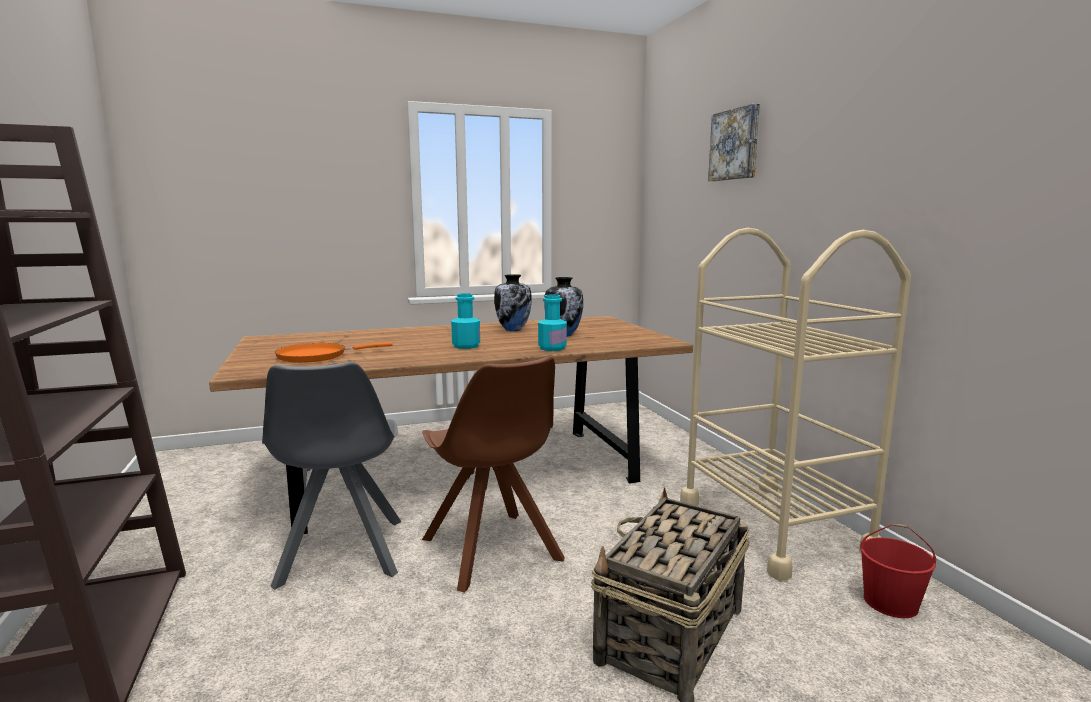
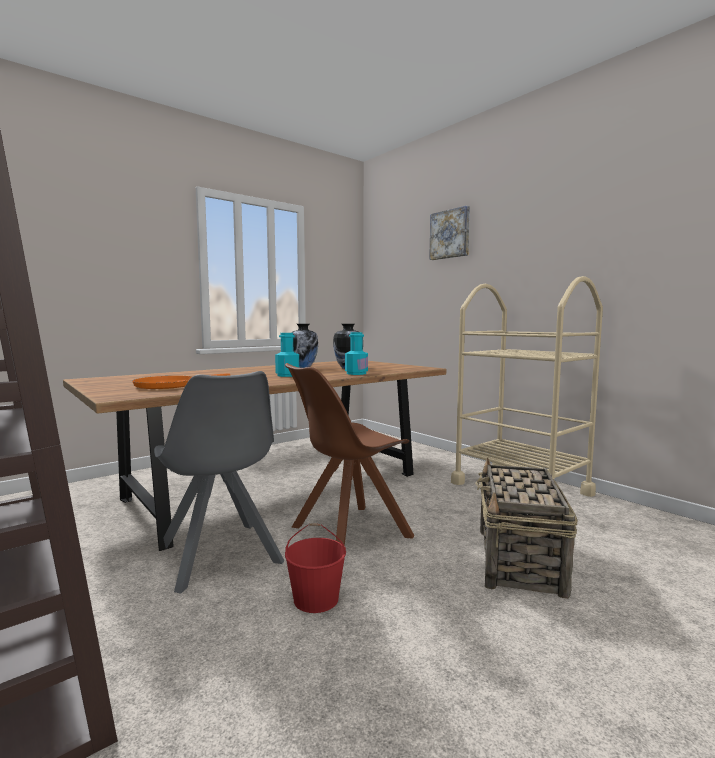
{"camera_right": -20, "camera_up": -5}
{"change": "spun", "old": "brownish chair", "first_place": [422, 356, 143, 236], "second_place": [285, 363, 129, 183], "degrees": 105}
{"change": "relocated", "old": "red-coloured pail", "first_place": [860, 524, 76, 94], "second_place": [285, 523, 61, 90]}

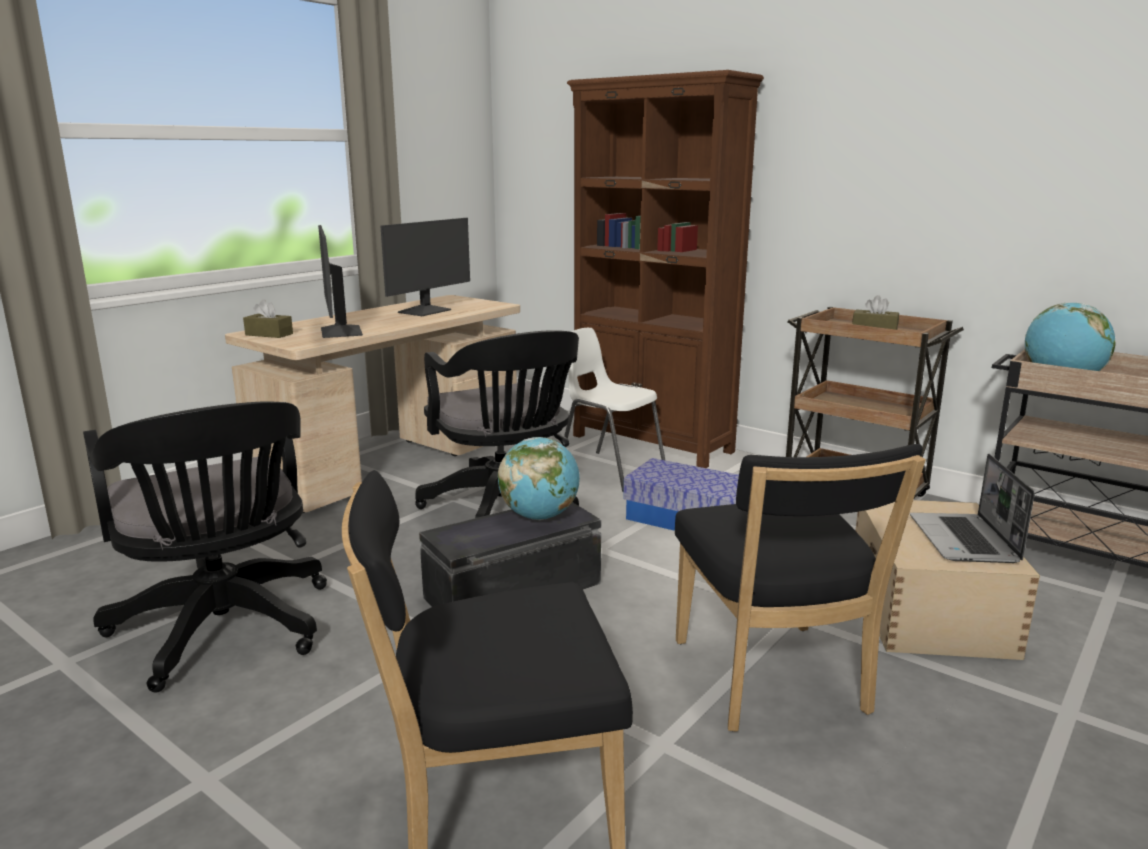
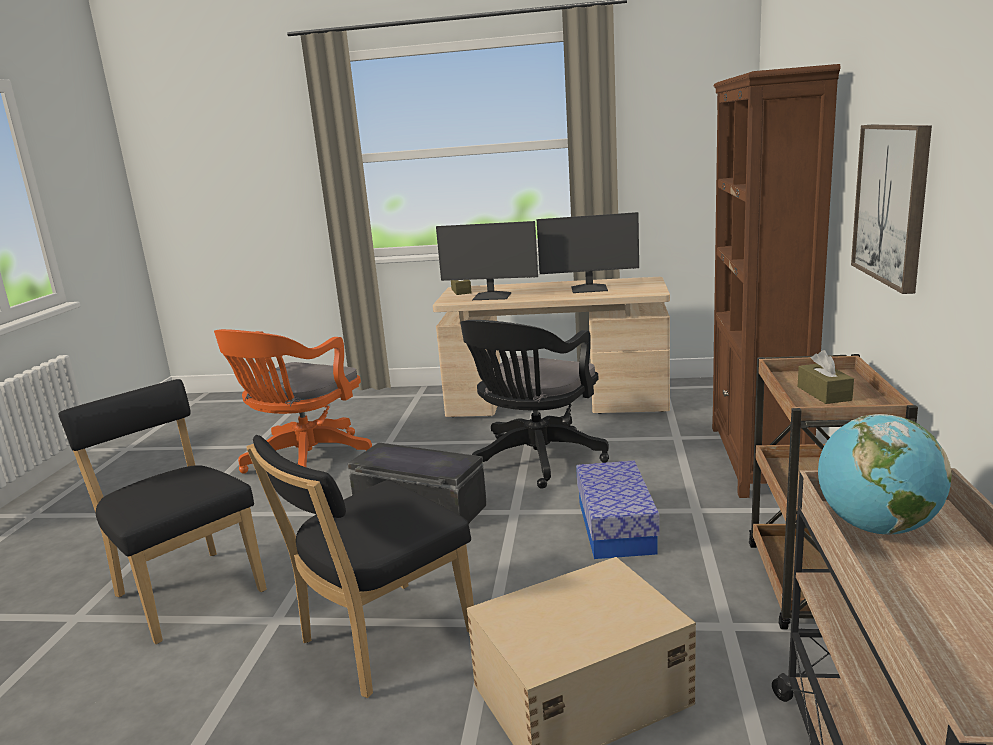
{"camera_right": 60, "camera_up": 0}
{"change": "colour", "old": "blackish computer chair", "new": "orange-coloured computer chair", "first_place": [83, 401, 244, 292], "second_place": [214, 329, 158, 145]}
{"change": "spun", "old": "monitor", "first_place": [318, 225, 45, 113], "second_place": [436, 221, 102, 79], "degrees": -120}
{"change": "missing", "old": "globe", "first_place": [498, 437, 82, 83]}
{"change": "missing", "old": "whitish chair", "first_place": [564, 328, 102, 164]}
{"change": "missing", "old": "portable computer", "first_place": [910, 454, 125, 109]}
{"change": "appeared", "new": "wall picture", "second_place": [851, 125, 81, 169]}

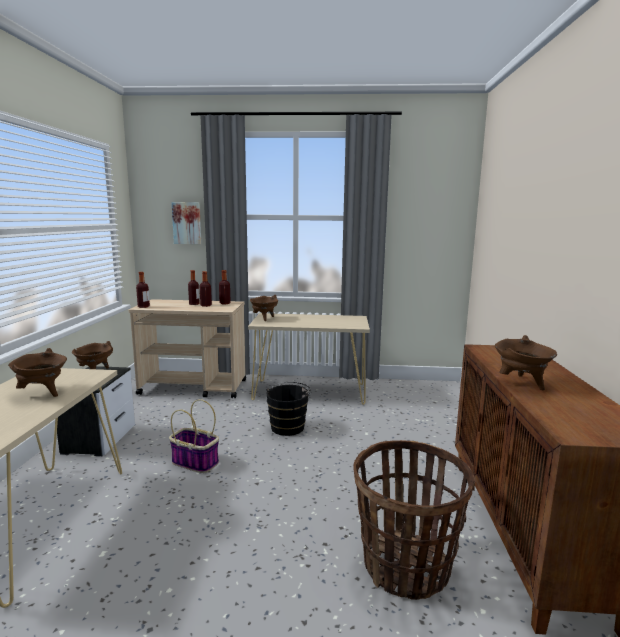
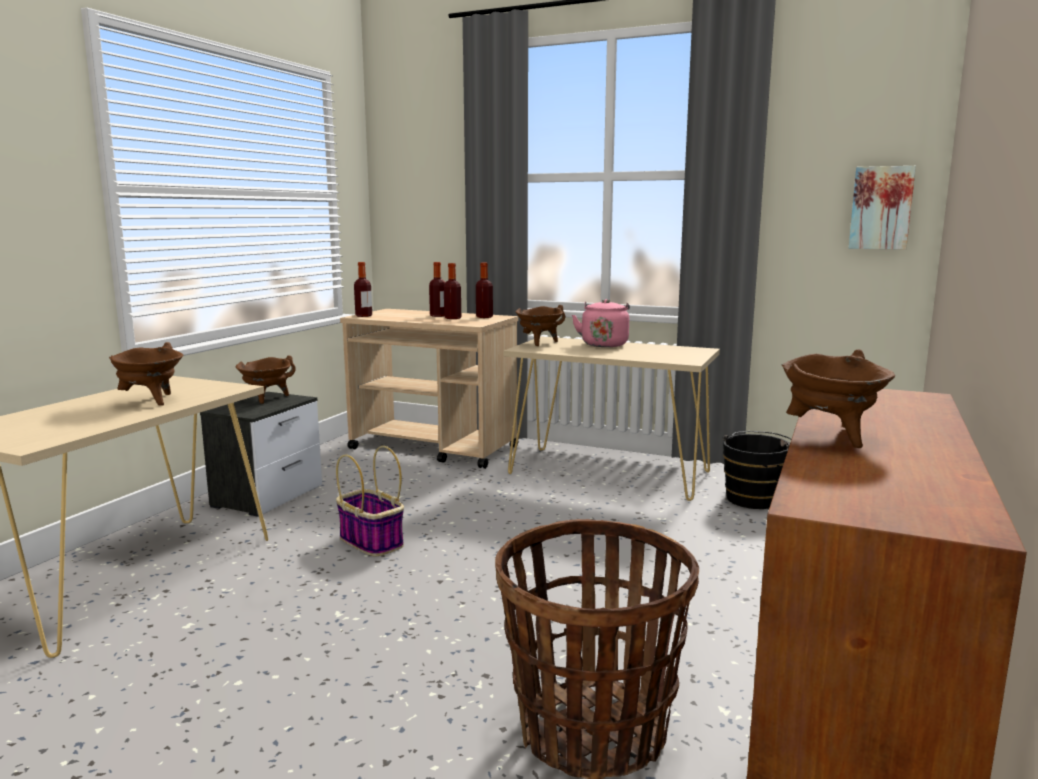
{"camera_right": 20, "camera_up": 0}
{"change": "relocated", "old": "wall picture", "first_place": [172, 202, 29, 42], "second_place": [849, 166, 67, 84]}
{"change": "relocated", "old": "blackish pail", "first_place": [266, 382, 45, 54], "second_place": [722, 431, 69, 78]}
{"change": "appeared", "new": "pinkish tea kettle", "second_place": [572, 299, 58, 48]}

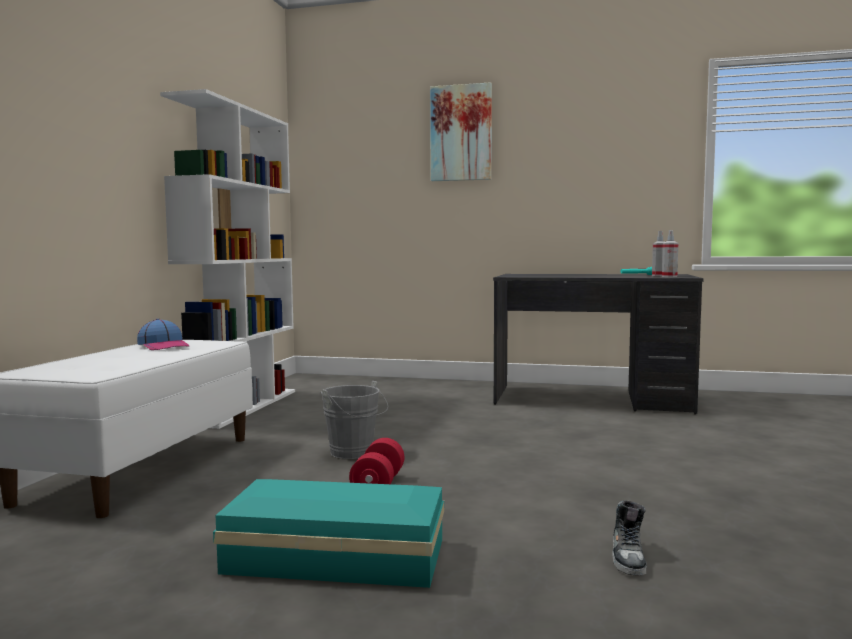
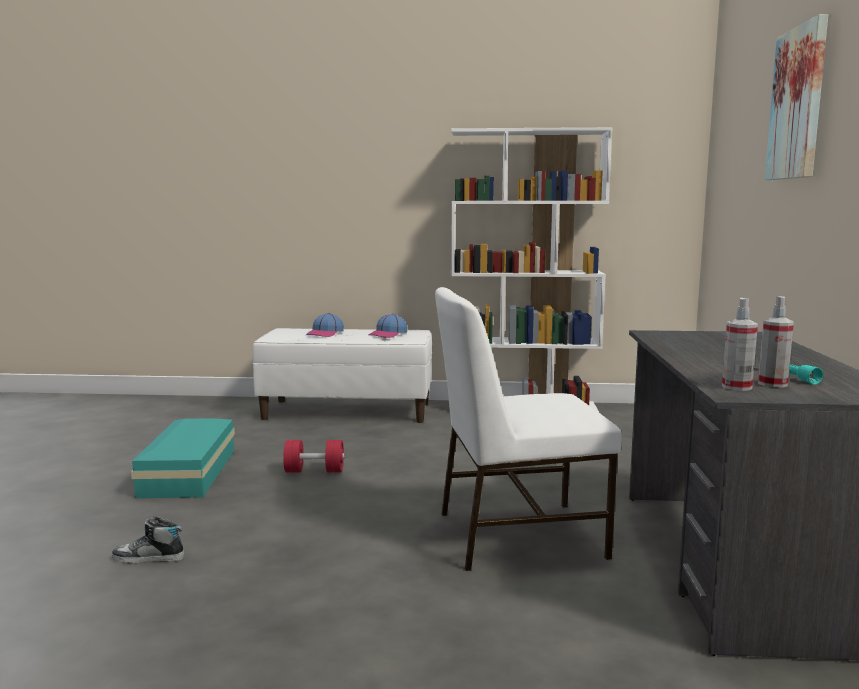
{"camera_right": 80, "camera_up": 5}
{"change": "missing", "old": "greyish pail", "first_place": [321, 381, 67, 78]}
{"change": "appeared", "new": "baseball cap", "second_place": [306, 313, 38, 24]}
{"change": "appeared", "new": "whitish chair", "second_place": [435, 287, 187, 284]}

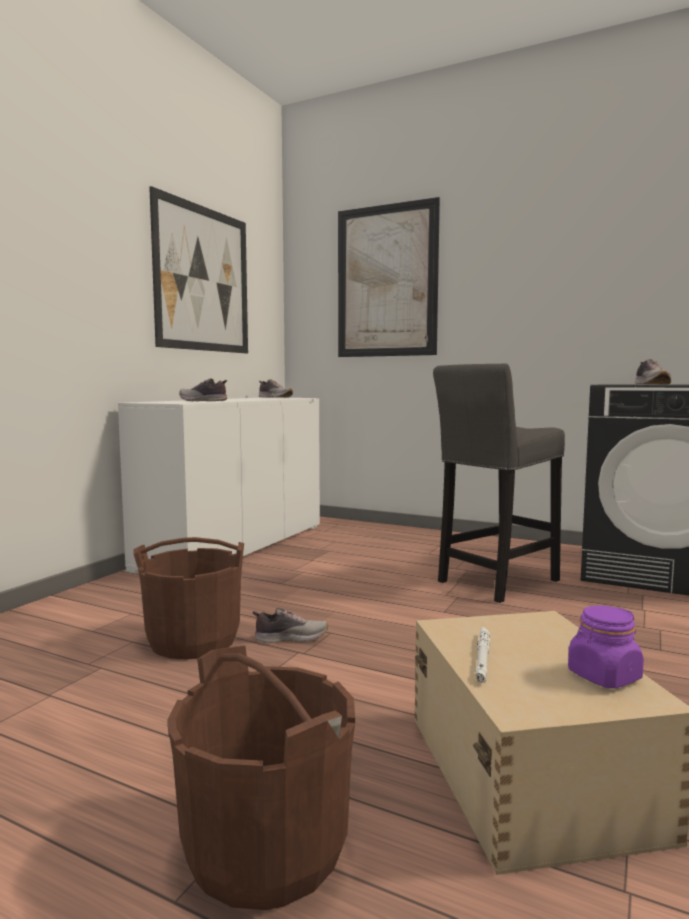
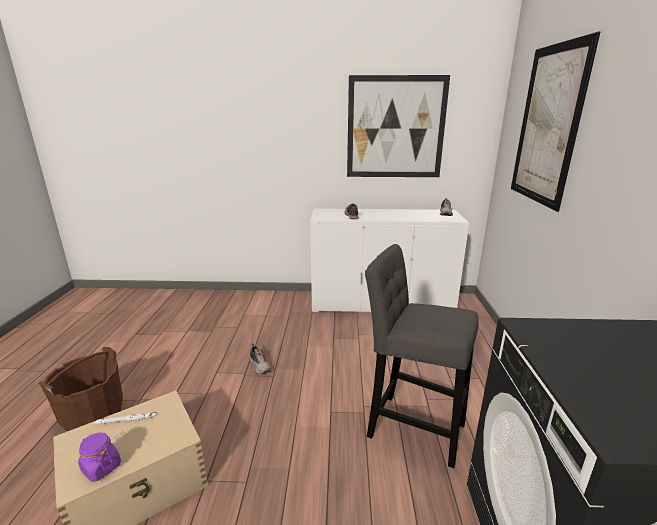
{"camera_right": 65, "camera_up": 15}
{"change": "missing", "old": "brownish pail", "first_place": [133, 537, 111, 122]}
{"change": "missing", "old": "shoe", "first_place": [635, 359, 37, 25]}

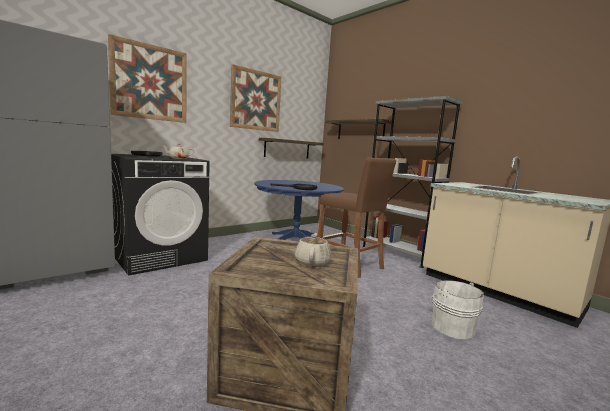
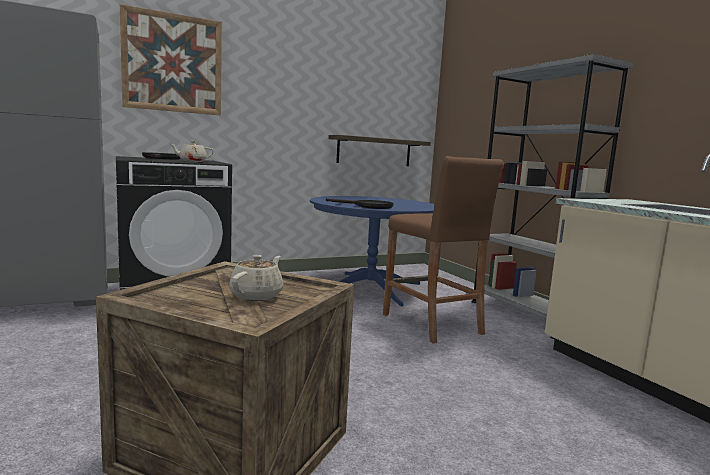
{"camera_right": 15, "camera_up": 0}
{"change": "missing", "old": "wall picture", "first_place": [230, 64, 51, 68]}
{"change": "missing", "old": "wall shelf", "first_place": [325, 119, 67, 20]}
{"change": "missing", "old": "whitish pail", "first_place": [428, 280, 56, 59]}

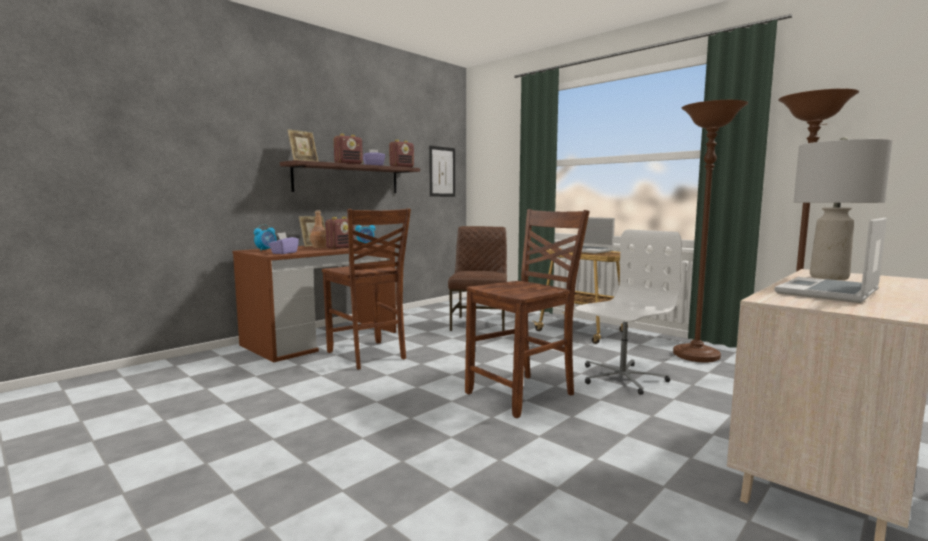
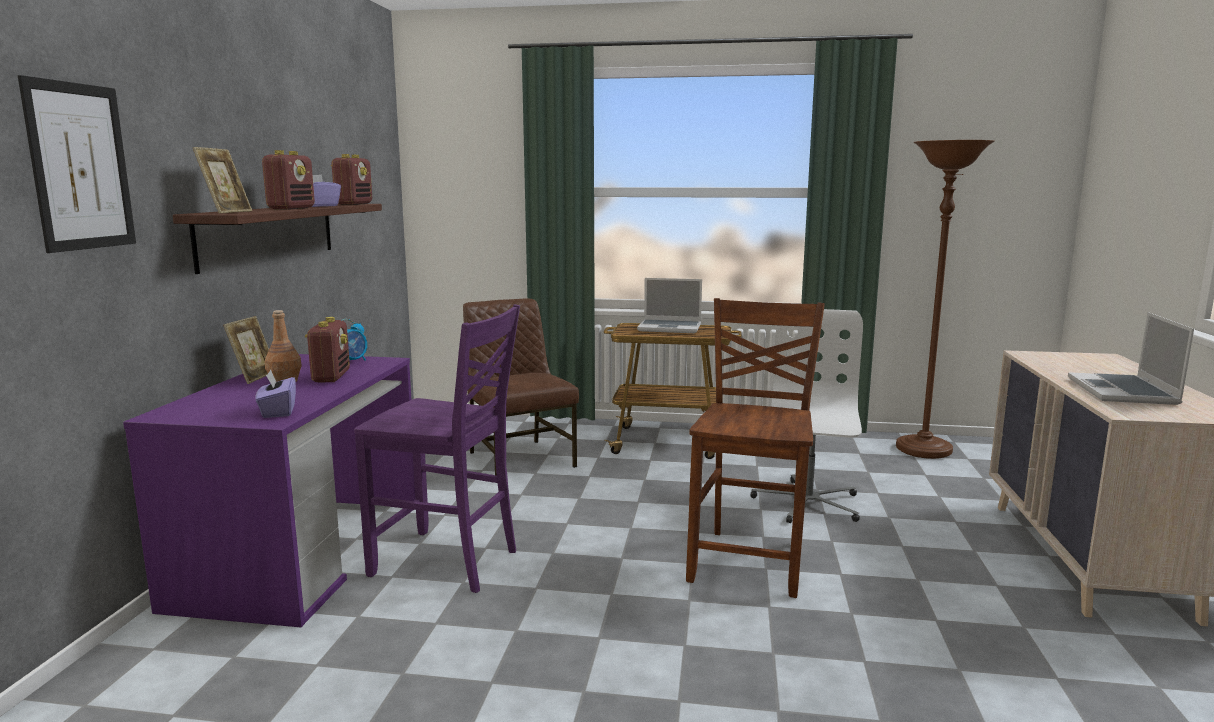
{"camera_right": -35, "camera_up": 5}
{"change": "colour", "old": "brownish desk table", "new": "purple desk table", "first_place": [232, 244, 164, 119], "second_place": [123, 354, 292, 273]}
{"change": "missing", "old": "bedside clock", "first_place": [254, 224, 23, 27]}
{"change": "colour", "old": "brownish chair", "new": "purple chair", "first_place": [322, 208, 89, 161], "second_place": [354, 304, 166, 289]}
{"change": "relocated", "old": "wall picture", "first_place": [429, 146, 26, 51], "second_place": [18, 75, 118, 178]}
{"change": "missing", "old": "brownish standard lamp", "first_place": [673, 100, 75, 263]}
{"change": "missing", "old": "greyish lamp for a table", "first_place": [794, 137, 99, 143]}

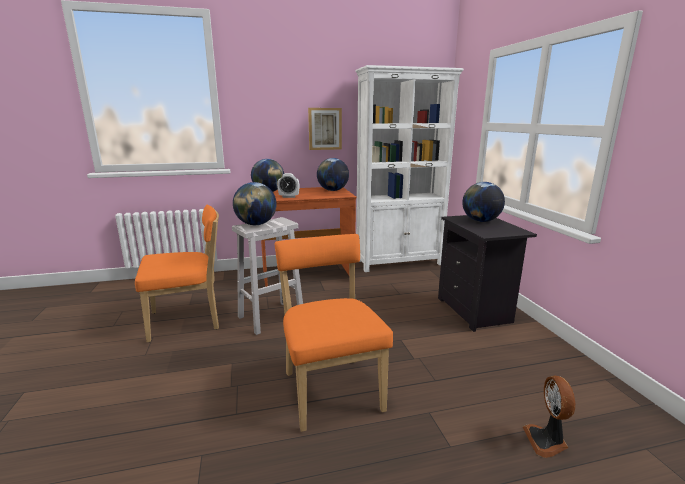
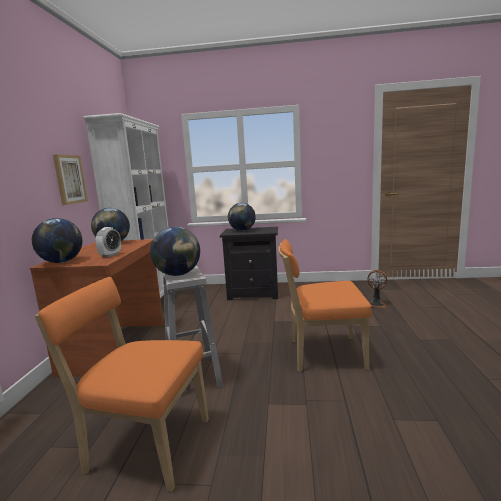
{"camera_right": -70, "camera_up": -5}
{"change": "spun", "old": "orange-coloured chair", "first_place": [135, 205, 84, 137], "second_place": [35, 277, 174, 215], "degrees": -75}

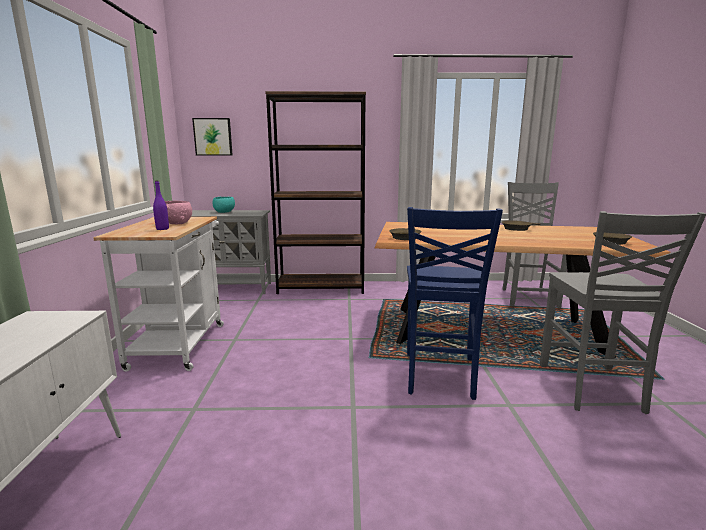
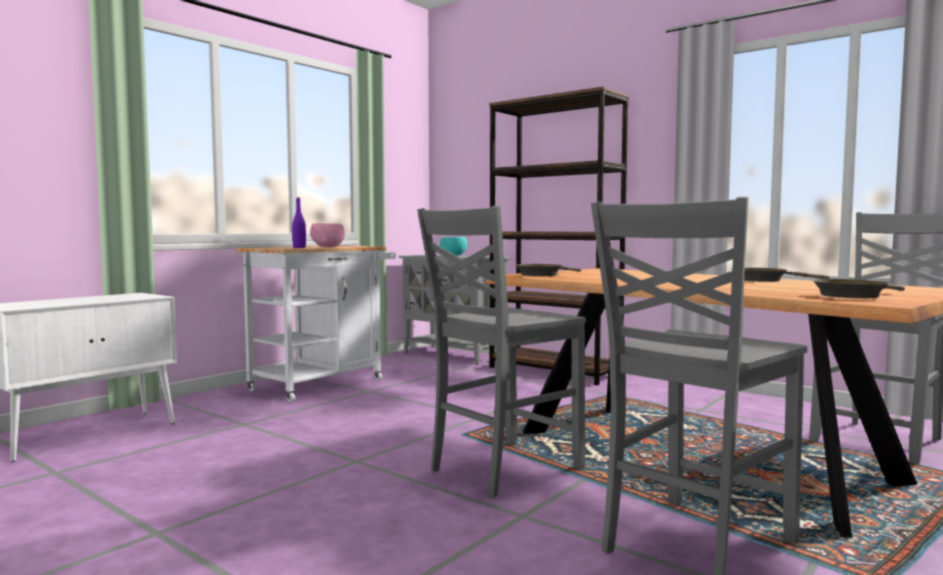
{"camera_right": 40, "camera_up": -10}
{"change": "missing", "old": "wall picture", "first_place": [192, 118, 41, 38]}
{"change": "colour", "old": "blue-coloured chair", "new": "greyish chair", "first_place": [407, 207, 96, 193], "second_place": [417, 206, 169, 292]}

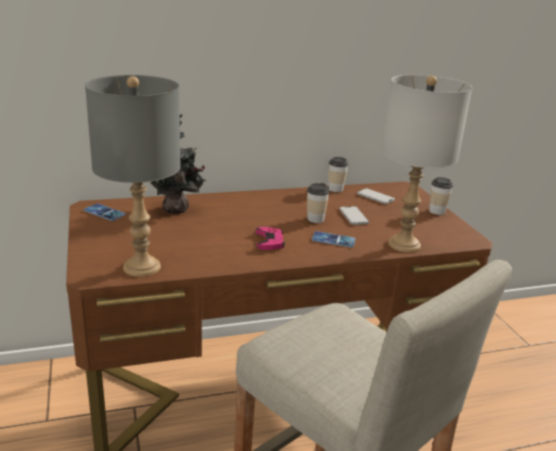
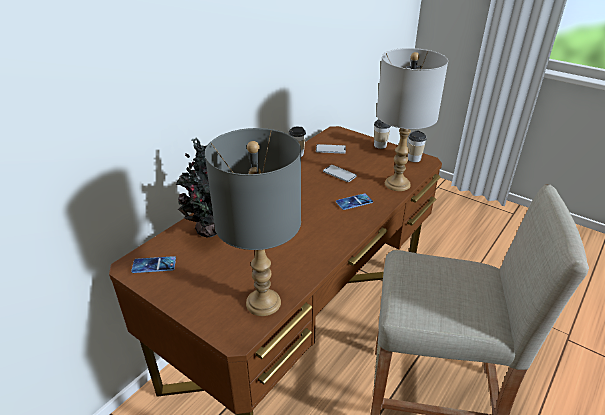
{"camera_right": -35, "camera_up": 10}
{"change": "missing", "old": "pinkish game controller", "first_place": [256, 227, 29, 23]}
{"change": "relocated", "old": "drinking cup", "first_place": [307, 183, 23, 40], "second_place": [408, 131, 19, 31]}

